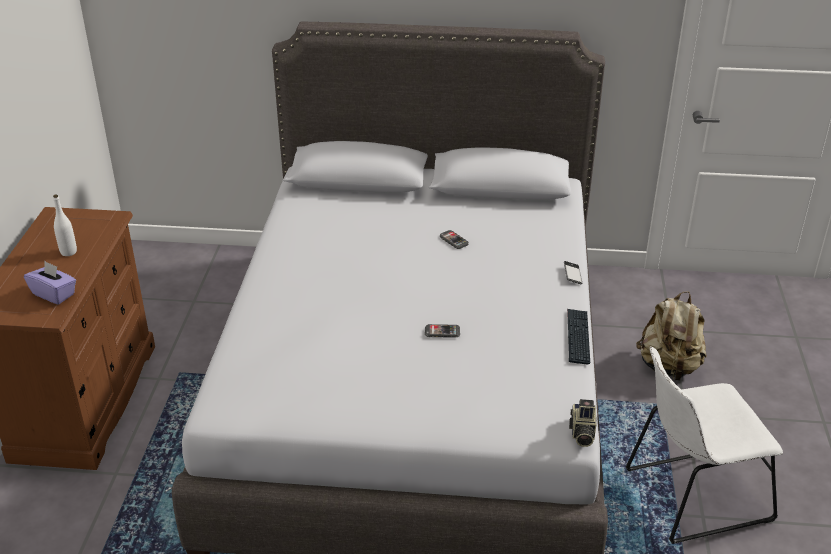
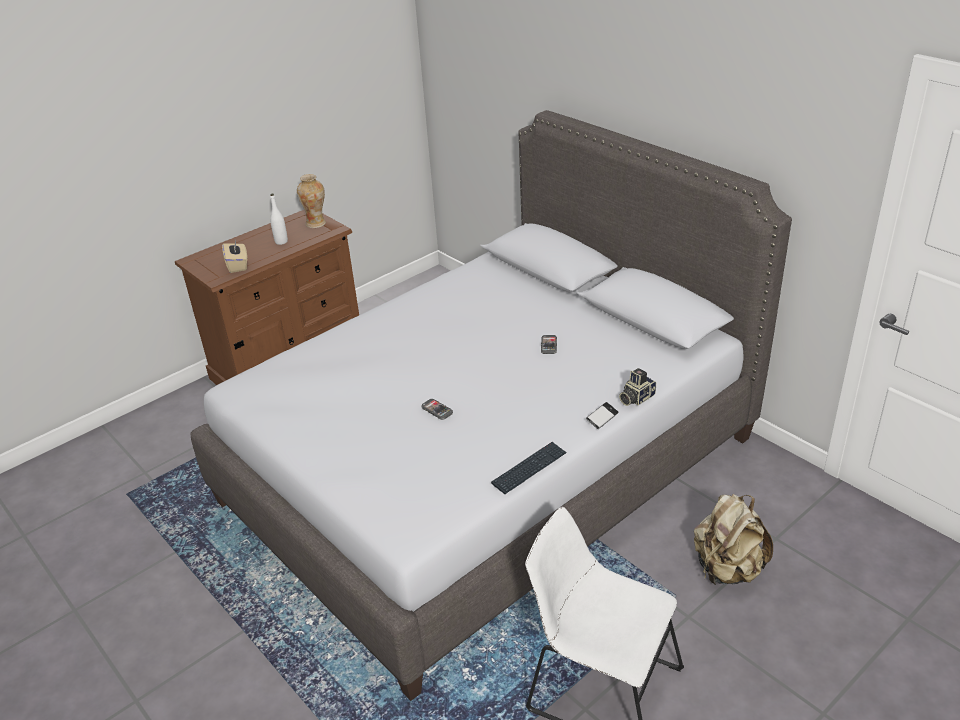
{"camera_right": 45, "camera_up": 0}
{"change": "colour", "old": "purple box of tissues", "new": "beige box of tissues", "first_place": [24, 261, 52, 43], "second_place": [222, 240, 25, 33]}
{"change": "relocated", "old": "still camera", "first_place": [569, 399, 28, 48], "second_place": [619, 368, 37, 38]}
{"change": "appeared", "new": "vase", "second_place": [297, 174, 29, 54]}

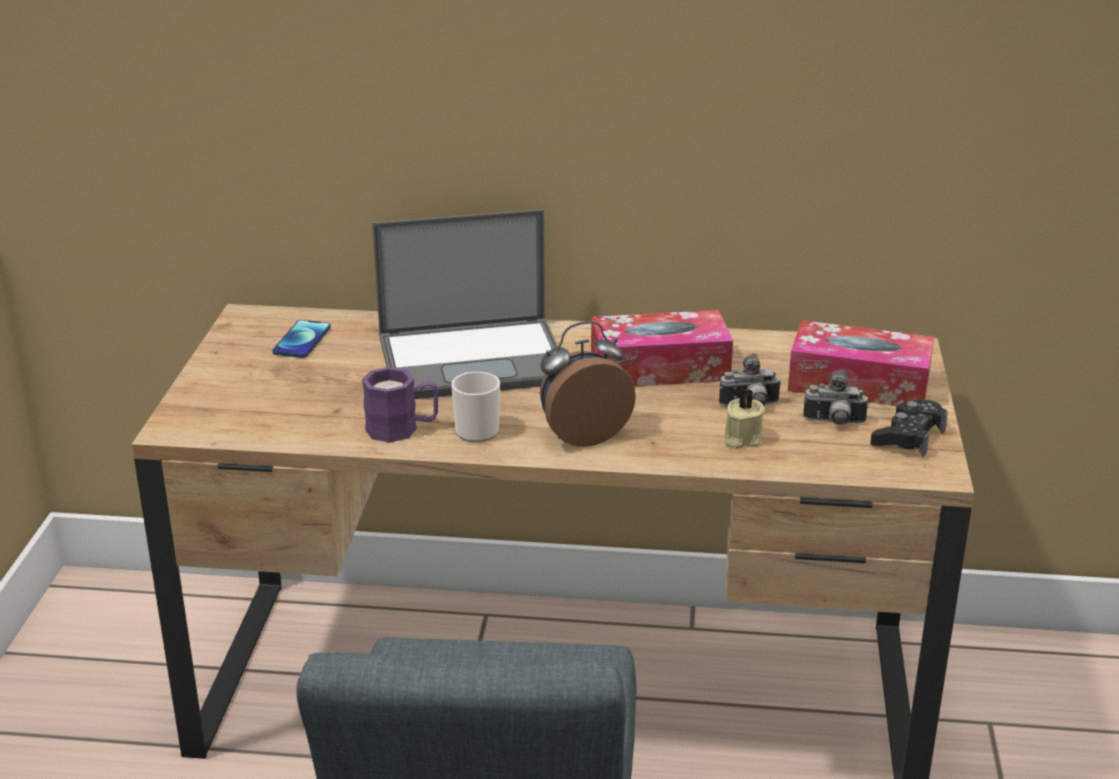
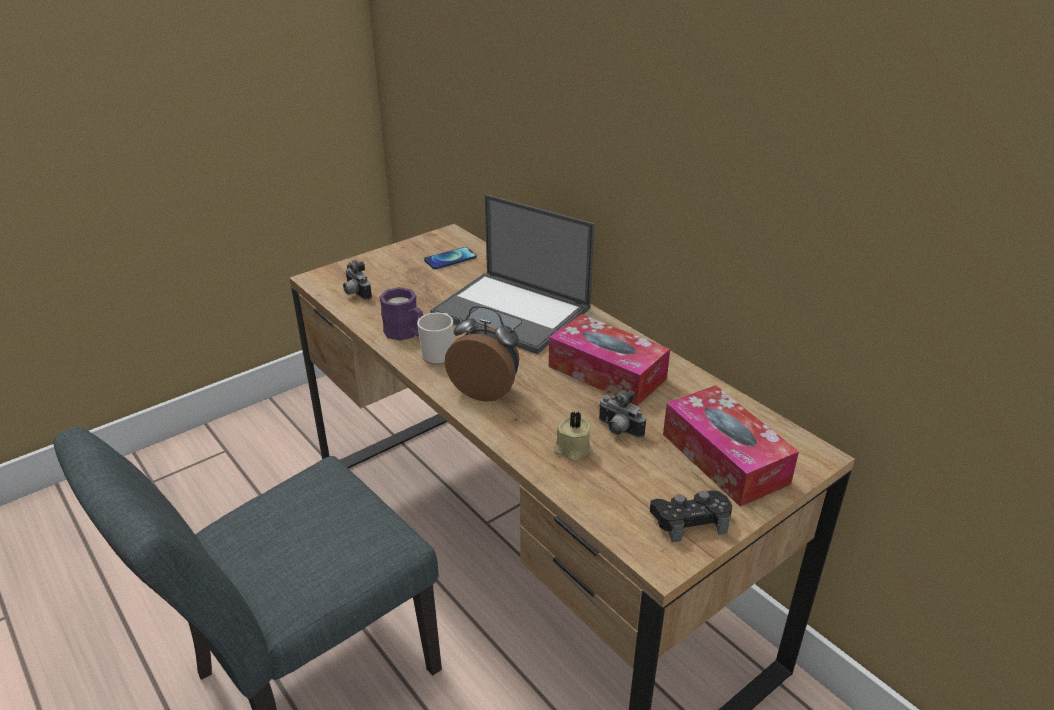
{"camera_right": 45, "camera_up": 5}
{"change": "relocated", "old": "still camera", "first_place": [803, 370, 65, 56], "second_place": [343, 260, 29, 40]}

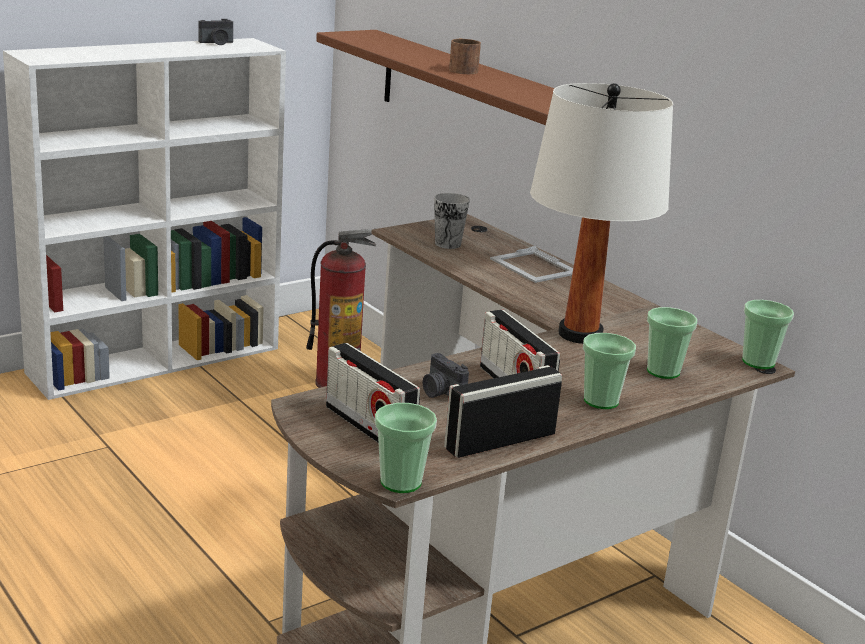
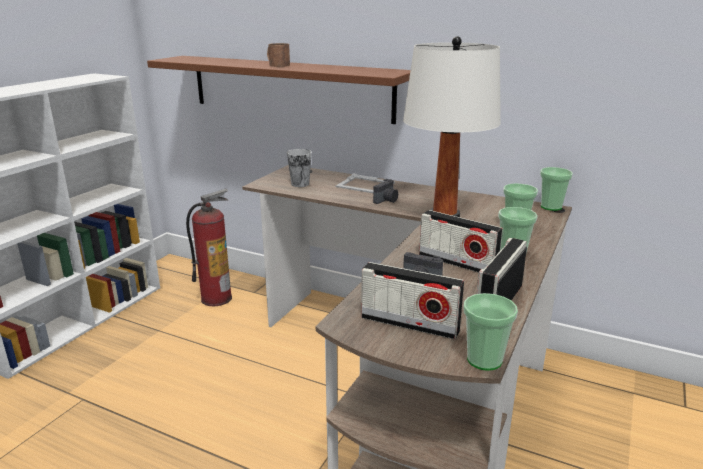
{"camera_right": -25, "camera_up": 0}
{"change": "relocated", "old": "still camera", "first_place": [198, 19, 35, 26], "second_place": [373, 179, 25, 25]}

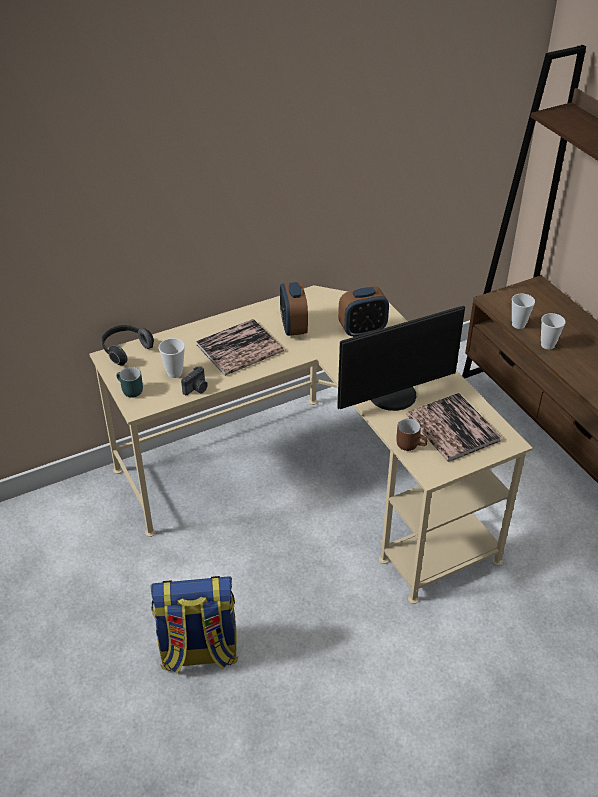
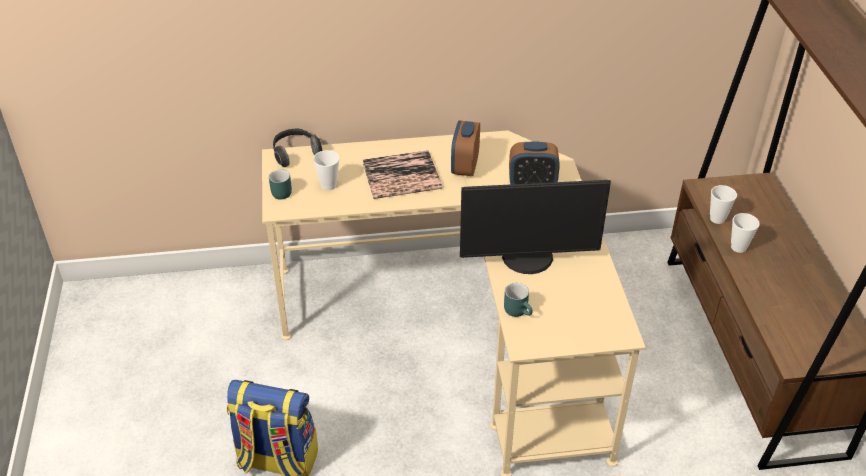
{"camera_right": 20, "camera_up": 0}
{"change": "missing", "old": "still camera", "first_place": [181, 366, 27, 29]}
{"change": "colour", "old": "brownish tea mug", "new": "turquoise-coloured tea mug", "first_place": [396, 419, 32, 32], "second_place": [504, 283, 29, 34]}
{"change": "missing", "old": "volume", "first_place": [406, 393, 95, 69]}

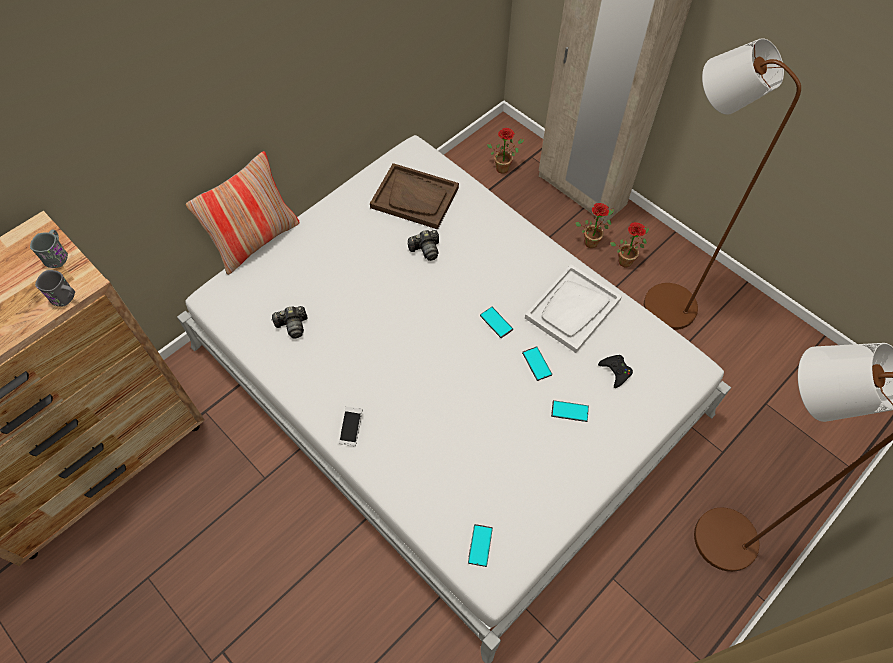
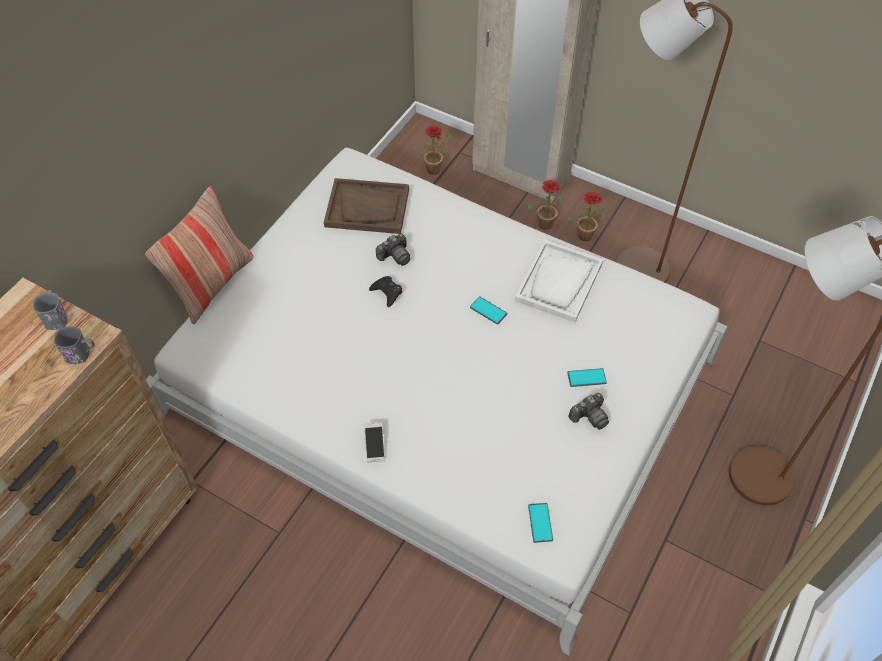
{"camera_right": -15, "camera_up": -5}
{"change": "relocated", "old": "still camera", "first_place": [271, 306, 37, 33], "second_place": [569, 393, 40, 37]}
{"change": "missing", "old": "handset", "first_place": [522, 346, 30, 35]}
{"change": "relocated", "old": "blackish game controller", "first_place": [598, 355, 35, 33], "second_place": [369, 276, 33, 31]}

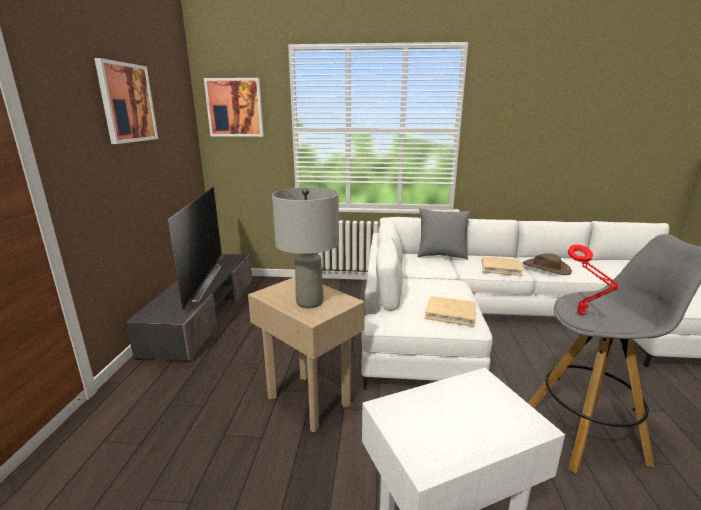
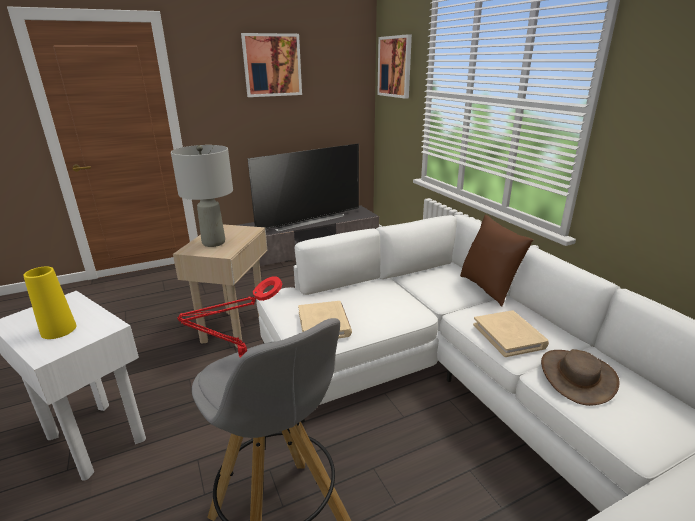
{"camera_right": 60, "camera_up": 5}
{"change": "colour", "old": "greyish cushion", "new": "brownish cushion", "first_place": [417, 208, 54, 52], "second_place": [460, 215, 73, 92]}
{"change": "appeared", "new": "yellowish vase", "second_place": [23, 266, 53, 73]}

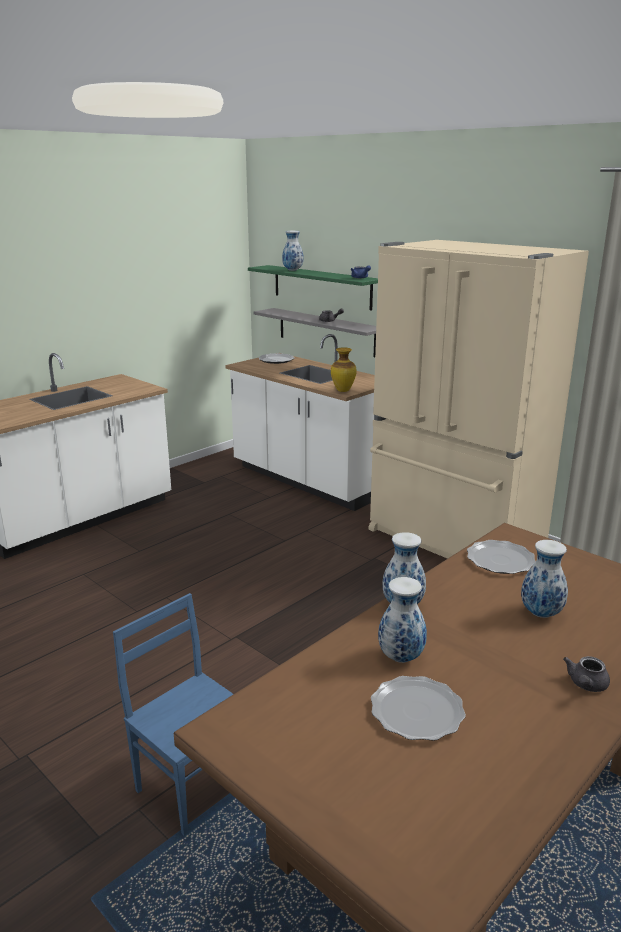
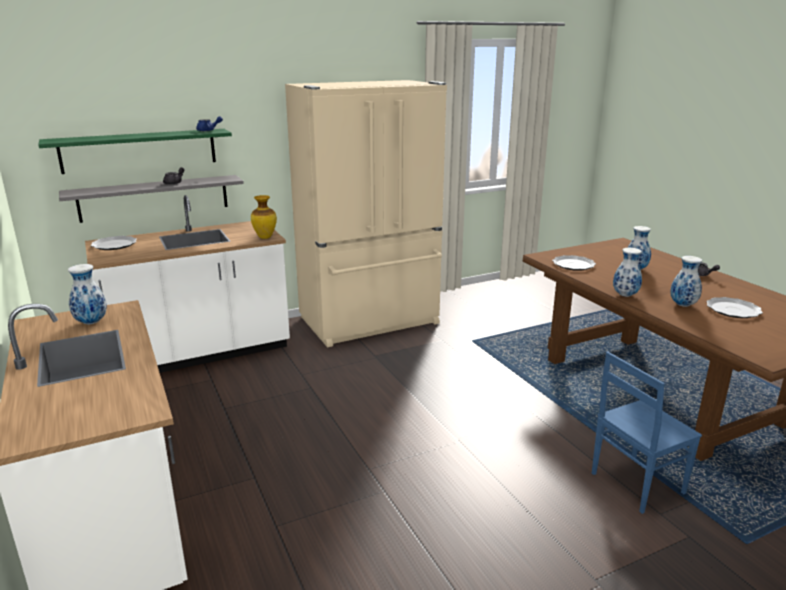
{"camera_right": -70, "camera_up": 0}
{"change": "relocated", "old": "vase", "first_place": [282, 231, 22, 40], "second_place": [68, 264, 39, 60]}

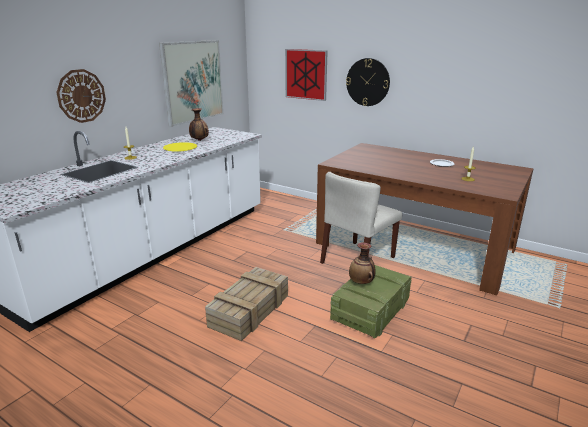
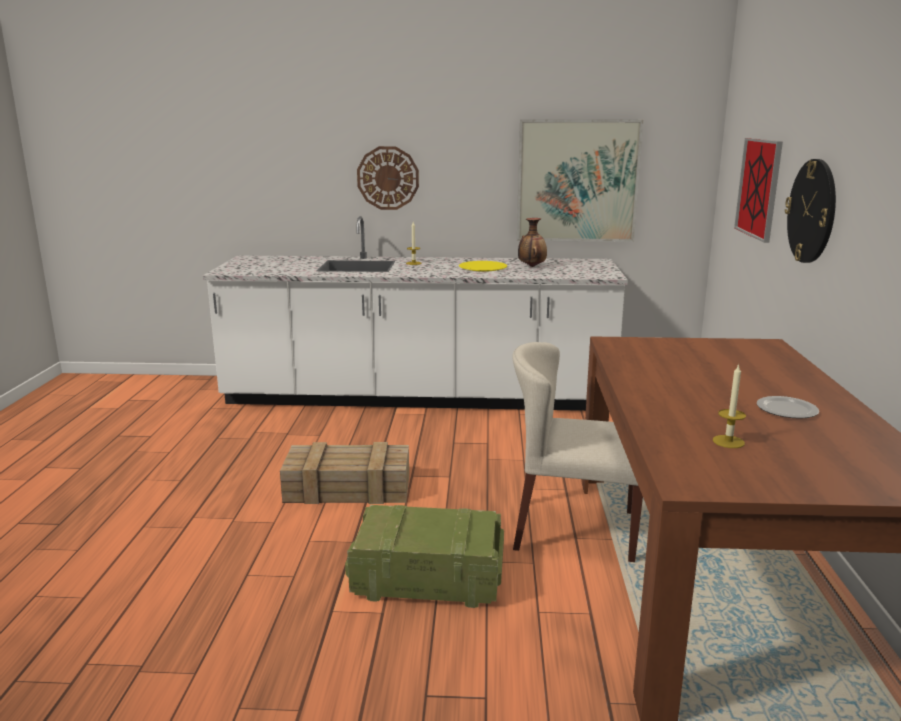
{"camera_right": 60, "camera_up": -5}
{"change": "missing", "old": "vase", "first_place": [349, 242, 27, 42]}

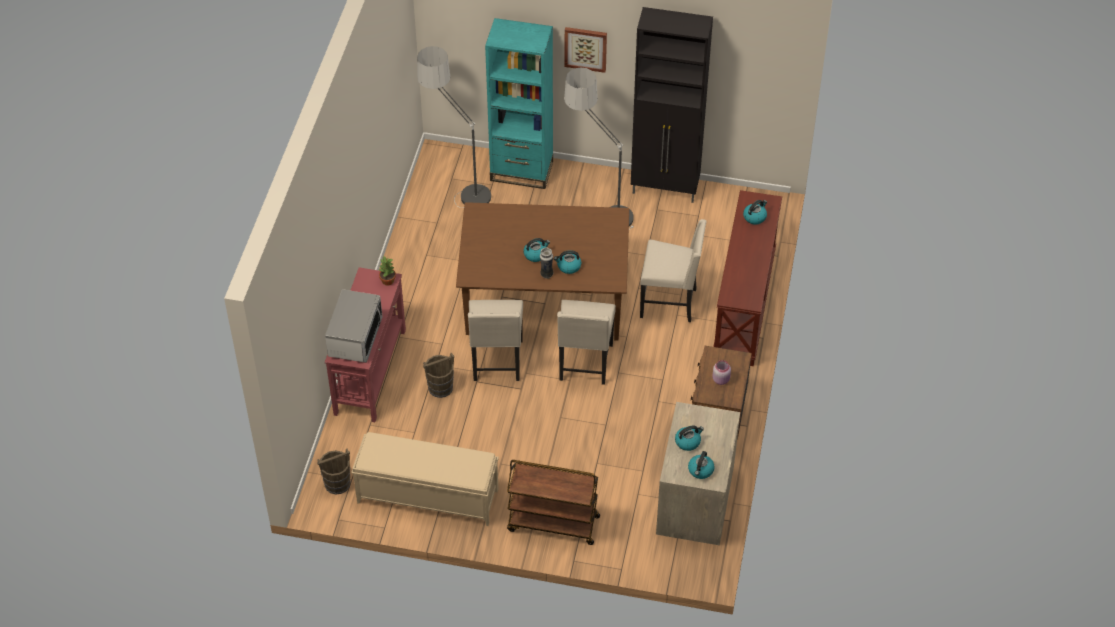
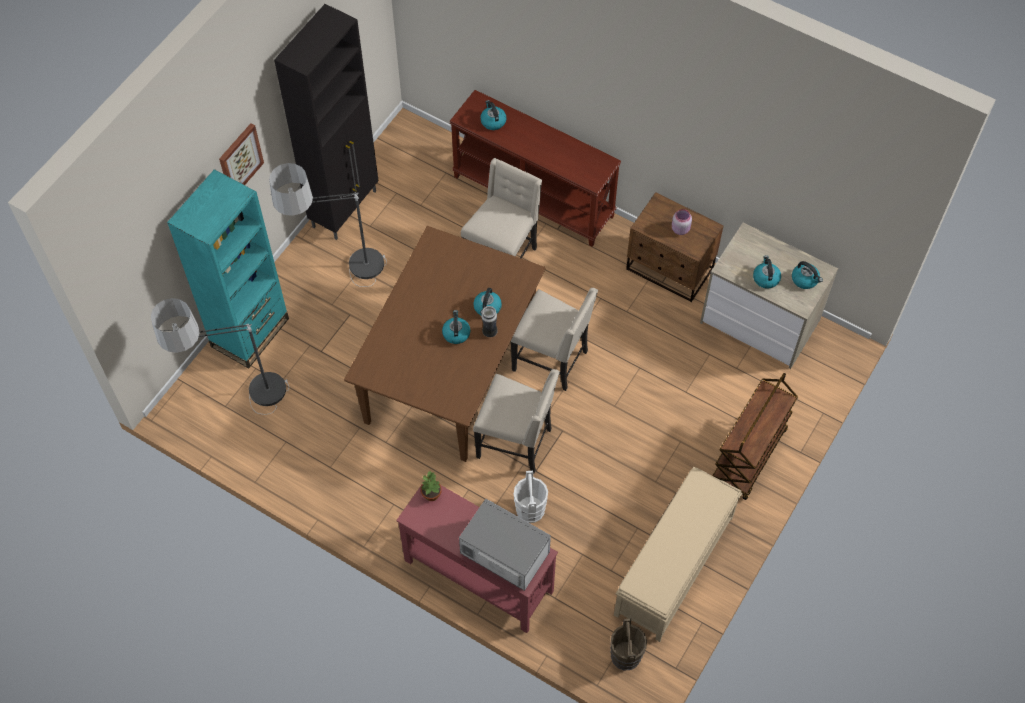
{"camera_right": -70, "camera_up": 10}
{"change": "colour", "old": "brownish pail", "new": "whitish pail", "first_place": [423, 353, 31, 45], "second_place": [514, 471, 34, 52]}

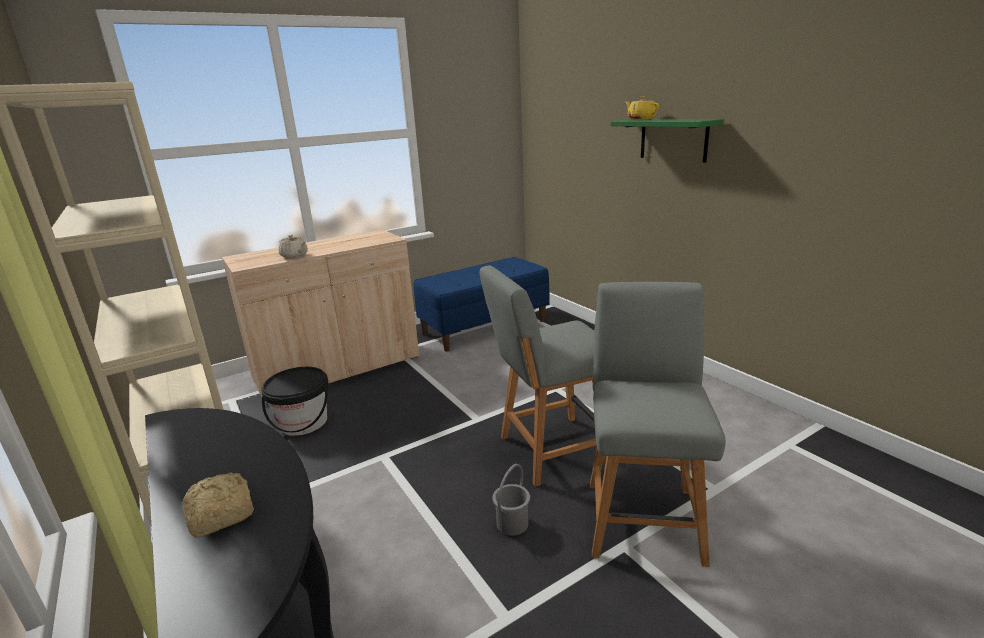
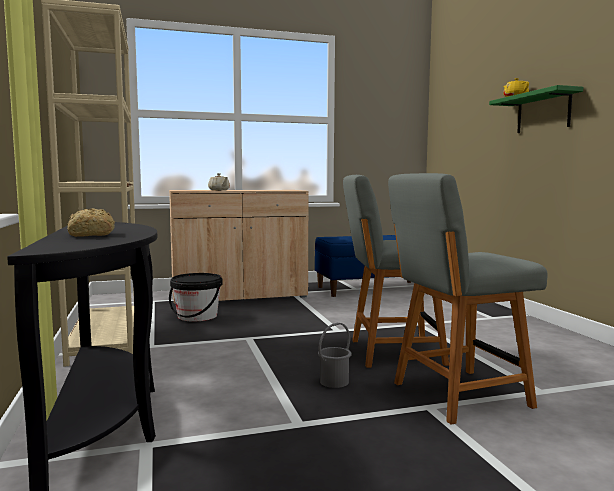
{"camera_right": 15, "camera_up": -15}
{"change": "spun", "old": "greyish chair", "first_place": [590, 282, 136, 285], "second_place": [388, 173, 160, 251], "degrees": -135}

